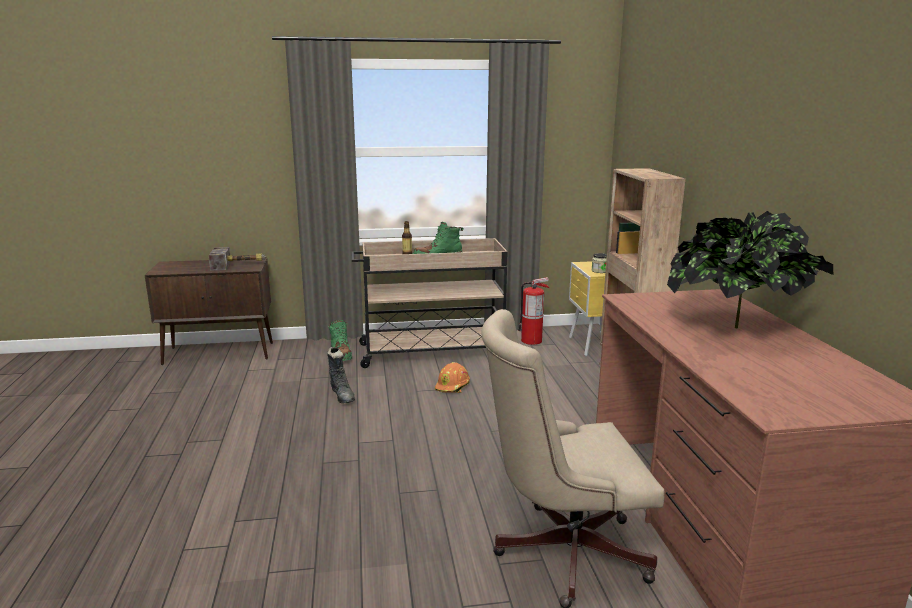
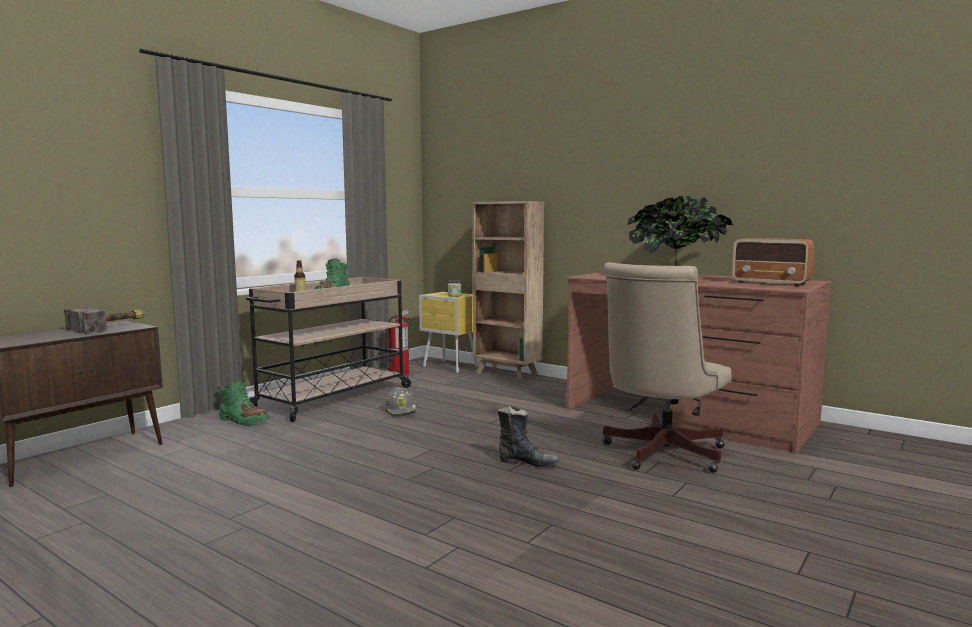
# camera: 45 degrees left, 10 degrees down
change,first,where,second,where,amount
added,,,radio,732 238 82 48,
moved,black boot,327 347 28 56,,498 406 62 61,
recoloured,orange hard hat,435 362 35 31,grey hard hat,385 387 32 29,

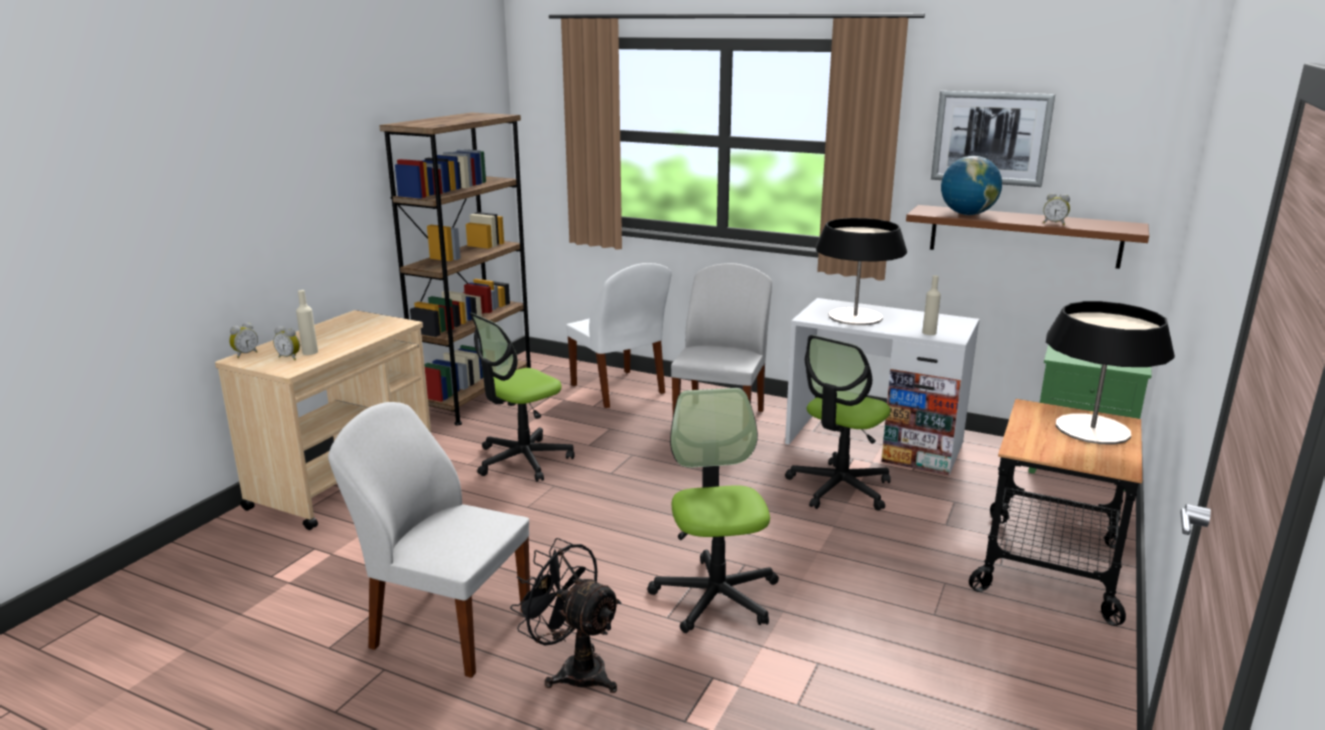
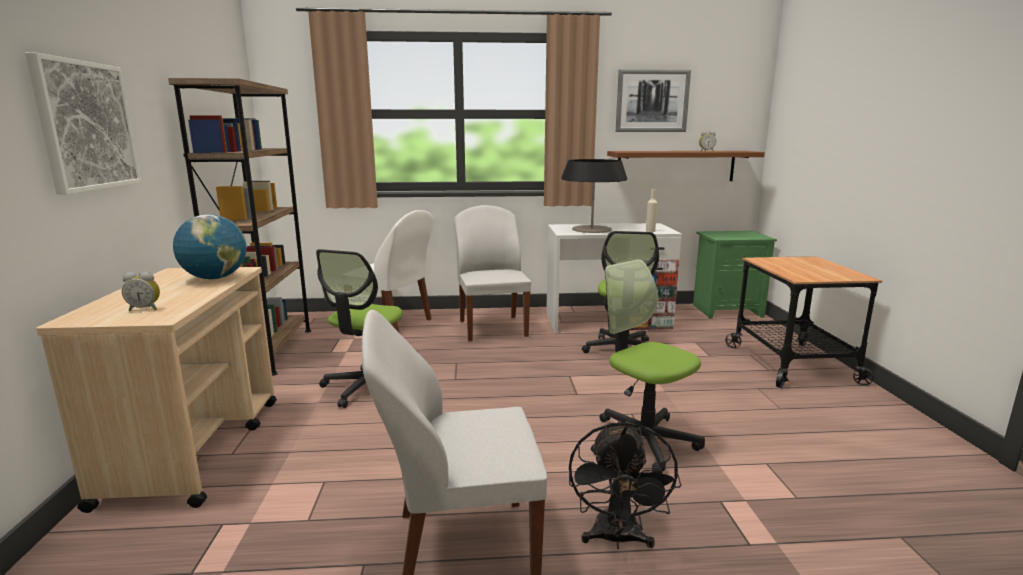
# camera: 30 degrees left, 5 degrees down
change,first,where,second,where,amount
removed,alarm clock,229 322 29 36,,,
removed,beige bottle,296 290 22 65,,,
removed,table lamp,1046 301 129 143,,,
added,,,picture,25 52 116 143,
moved,globe,941 156 61 59,,173 214 73 66,
turned,black fan,510 538 112 155,,569 421 113 128,90 degrees counterclockwise

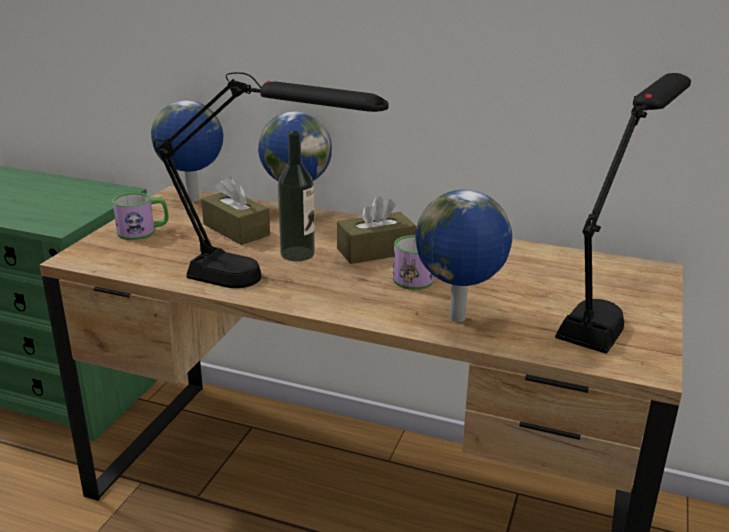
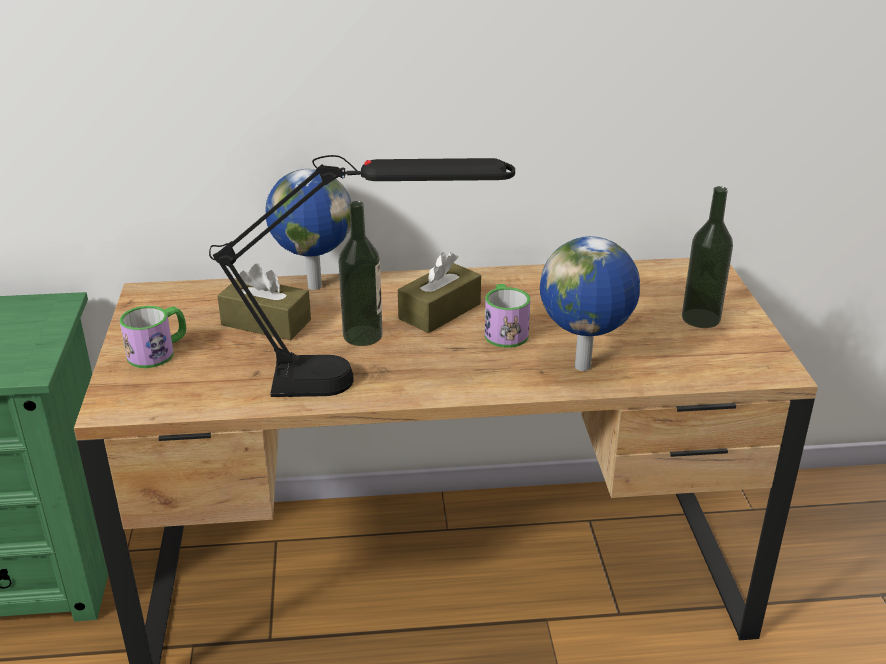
# camera: 25 degrees left, 5 degrees up
change,first,where,second,where,amount
removed,globe,151 100 72 102,,,
replaced,black table lamp,555 73 136 281,bottle,682 186 51 142,

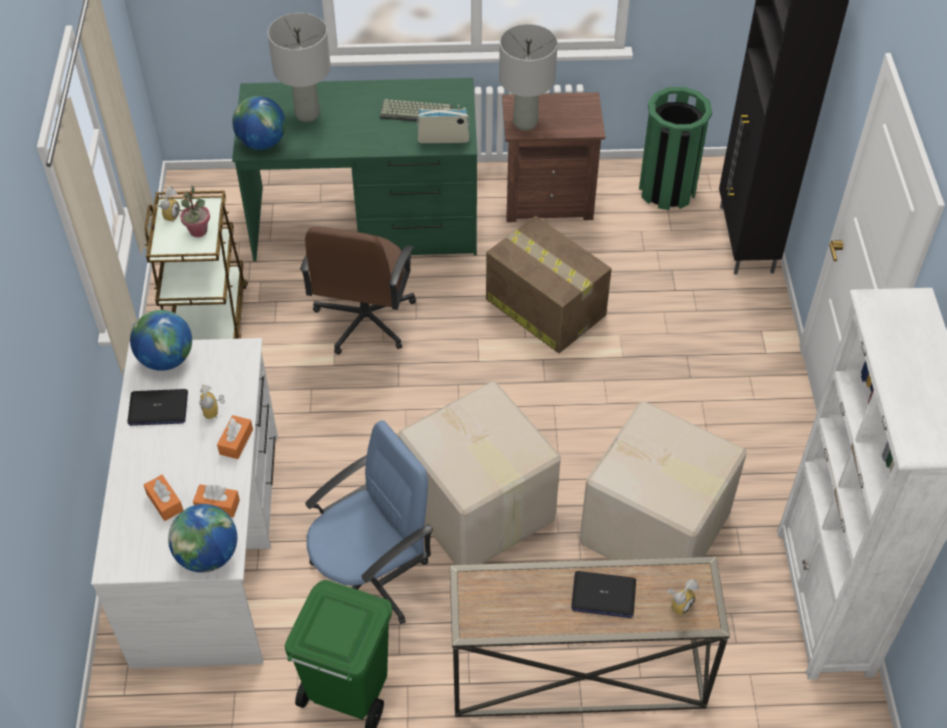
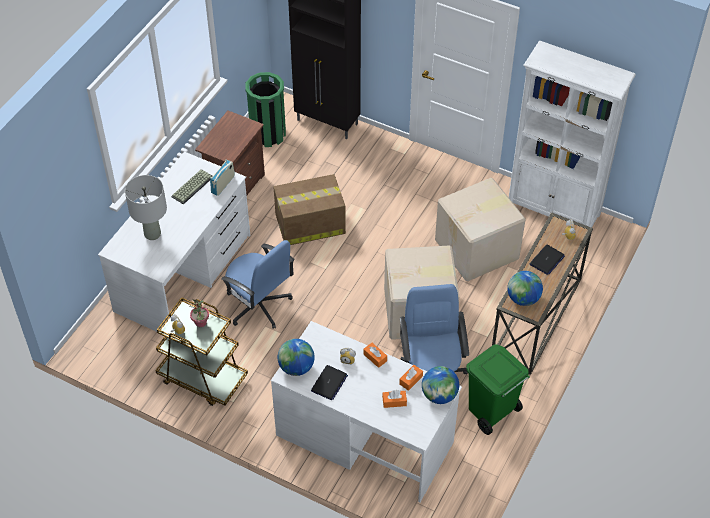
# camera: 60 degrees left, 0 degrees up
change,first,where,second,where,amount
removed,grey table lamp,499 24 59 107,,,
moved,globe,232 96 54 54,,507 271 36 35,
recoloured,green desk,232 78 245 183,white desk,98 152 152 180,
recoloured,brown office chair,300 227 116 128,blue office chair,221 240 74 89,

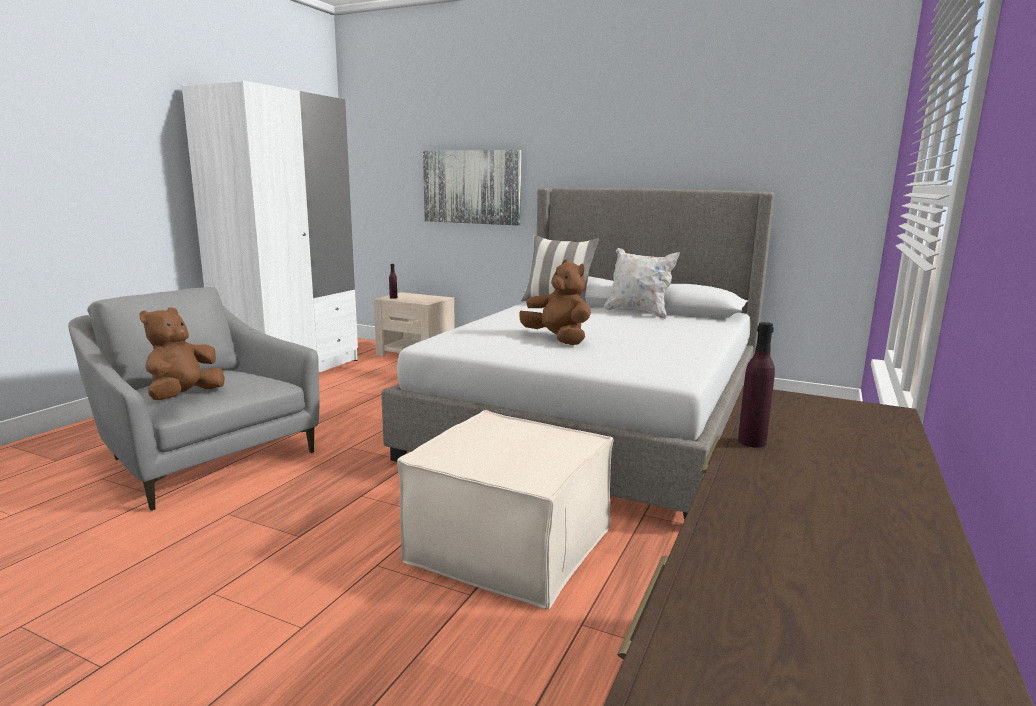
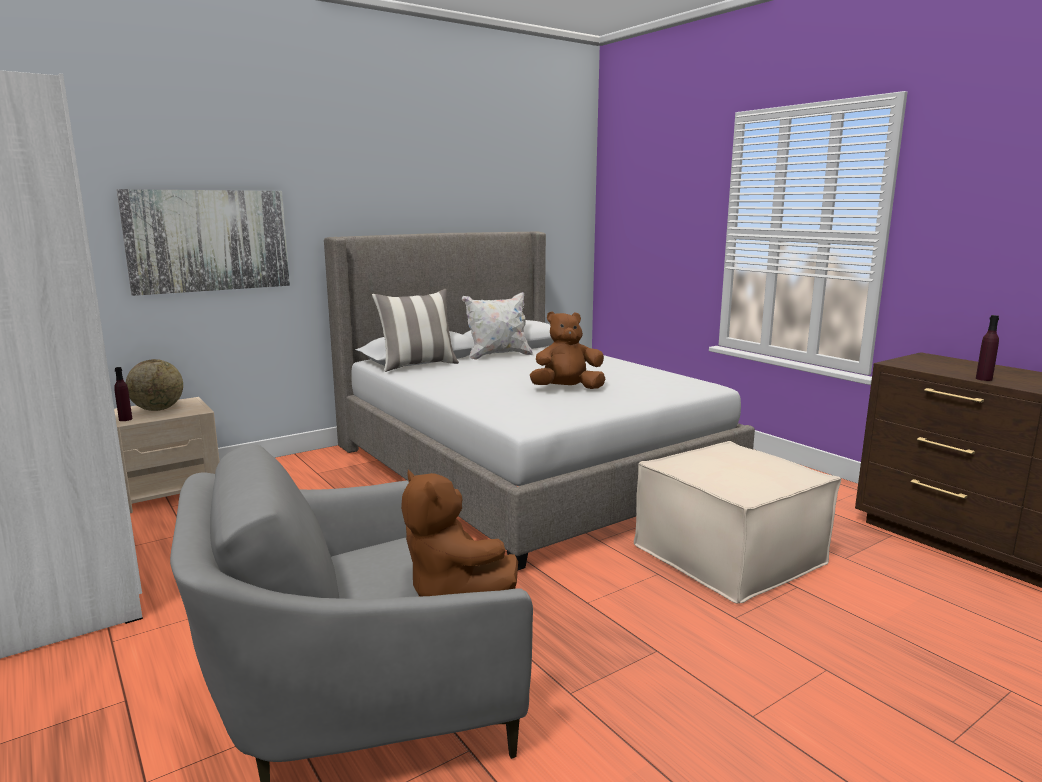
# camera: 60 degrees left, 0 degrees up
change,first,where,second,where,amount
added,,,globe,126 359 57 52,

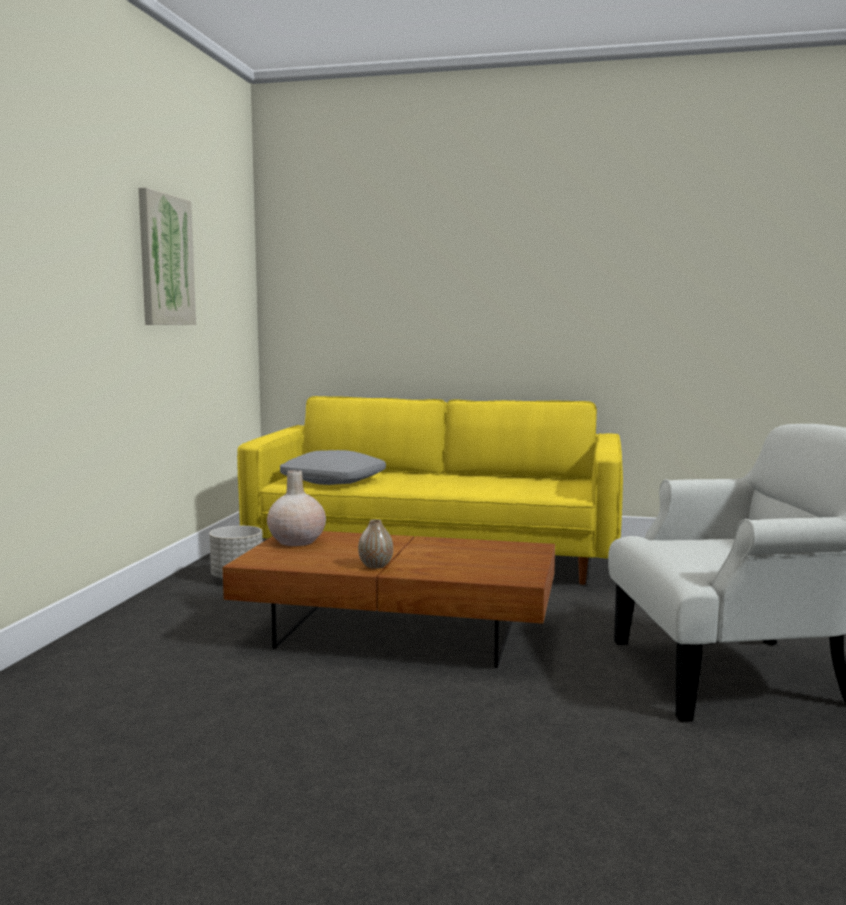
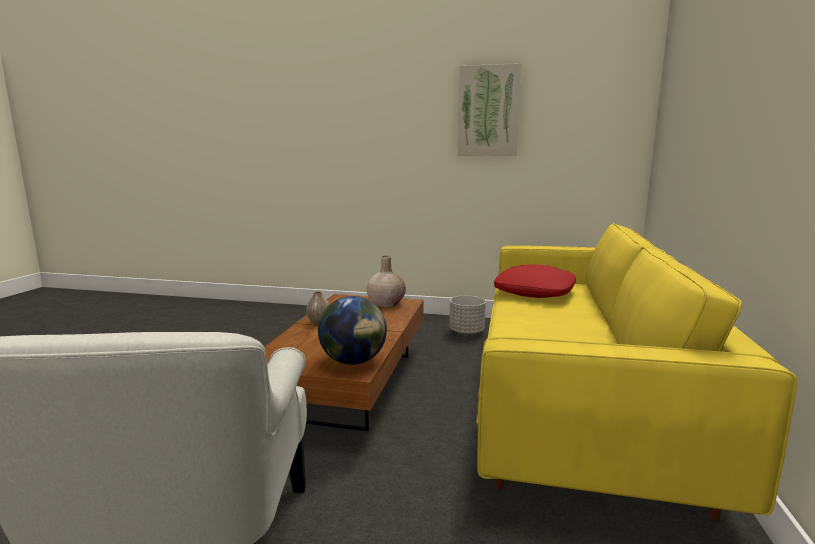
# camera: 90 degrees right, 5 degrees up
change,first,where,second,where,amount
added,,,globe,318 296 69 69,
recoloured,grey pillow,280 450 106 35,red pillow,494 264 82 34,

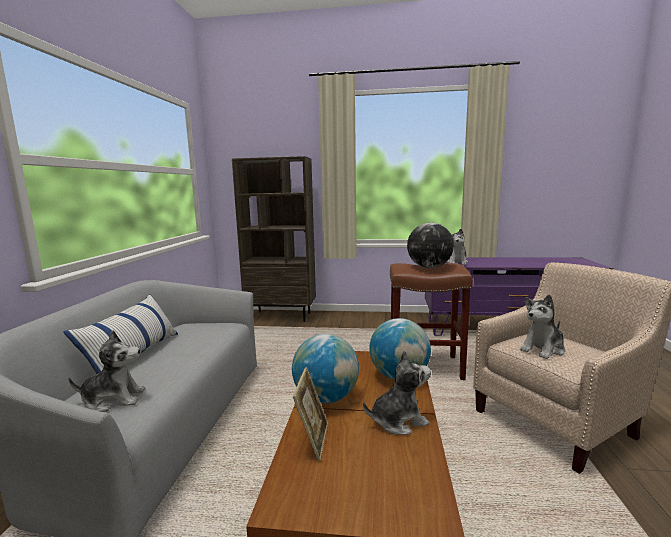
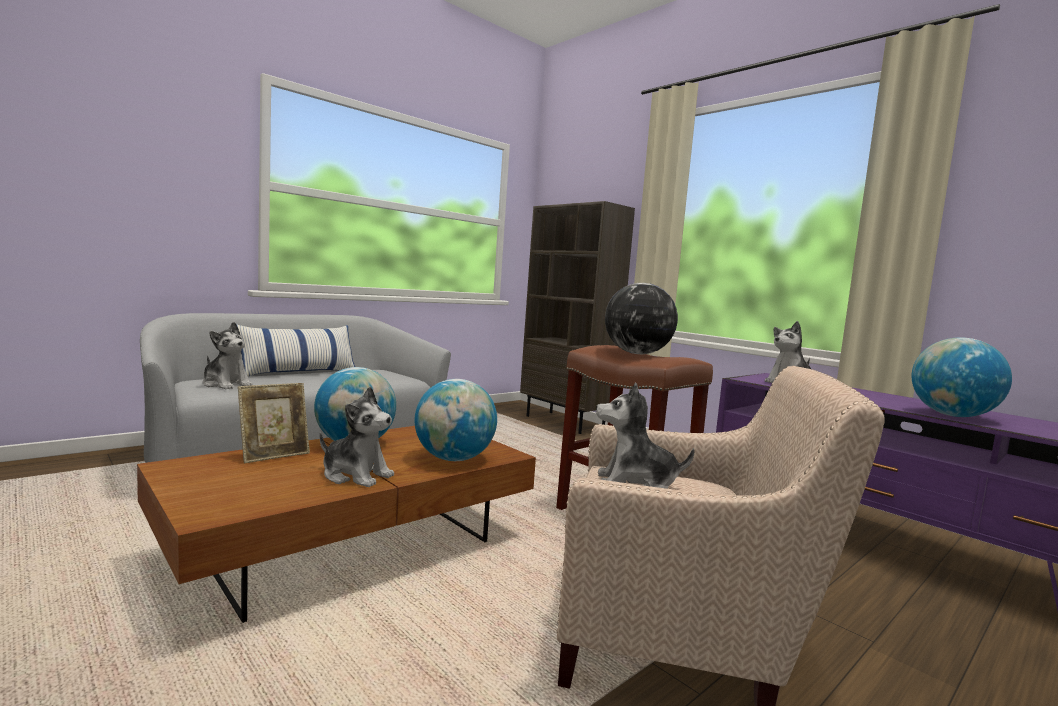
# camera: 40 degrees right, 5 degrees down
change,first,where,second,where,amount
added,,,globe,912 337 100 80,

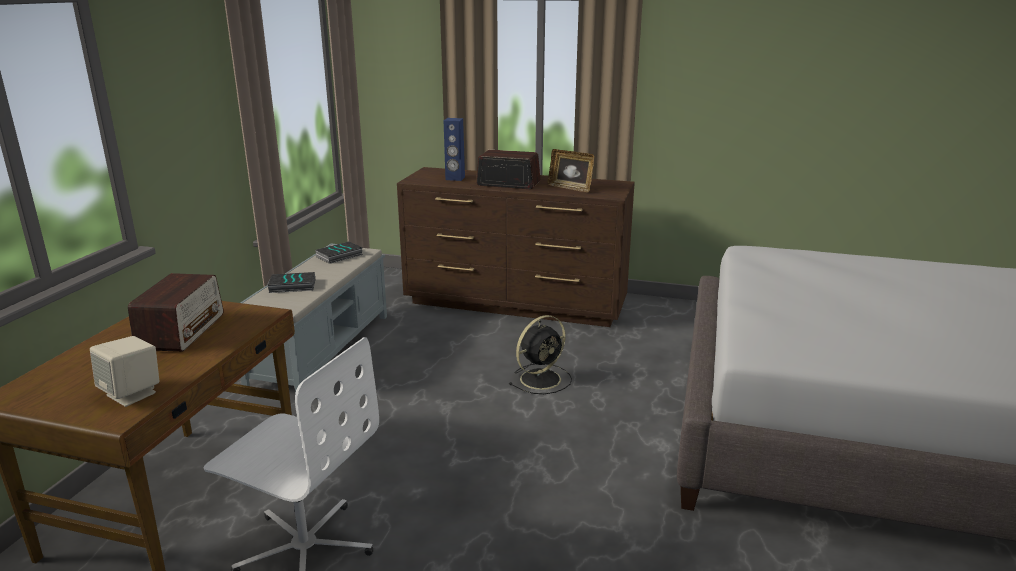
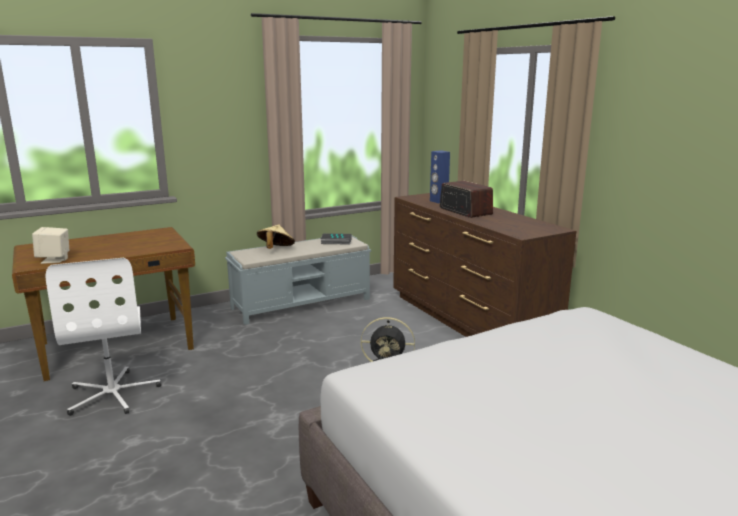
# camera: 45 degrees right, 5 degrees down
change,first,where,second,where,amount
removed,radio,128 273 96 79,,,
removed,picture frame,548 149 46 43,,,
replaced,book,267 272 48 21,beige hat,257 224 38 25,

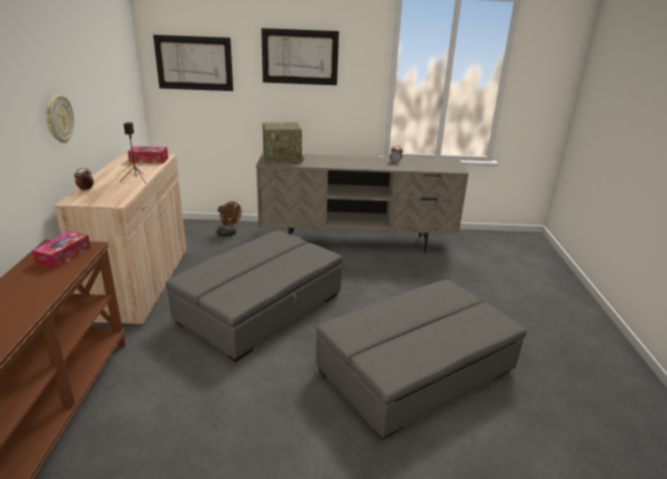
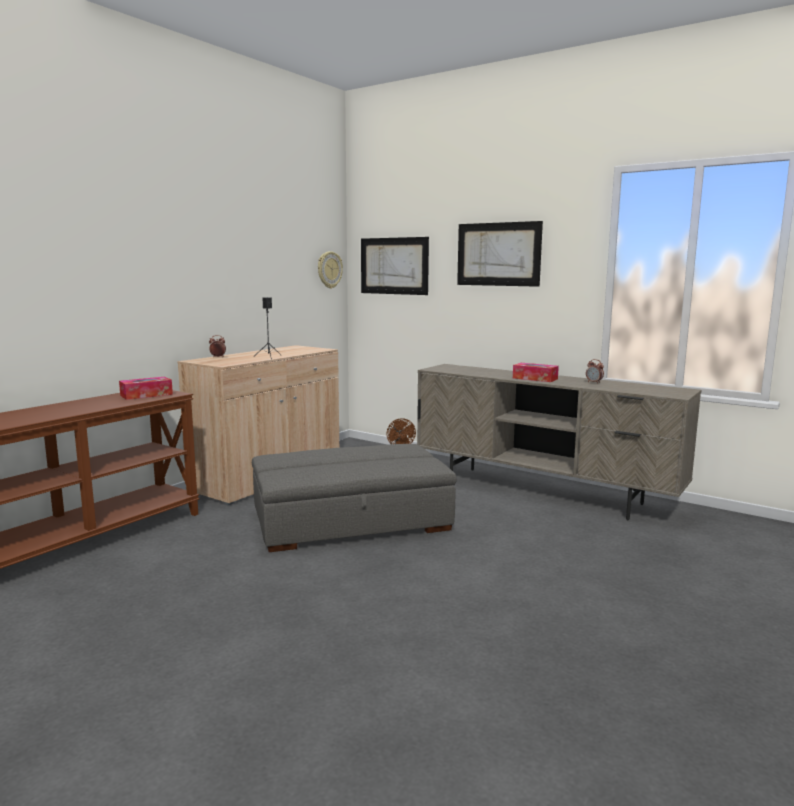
# camera: 35 degrees right, 15 degrees down
change,first,where,second,where,amount
removed,radio,262 122 42 42,,,
removed,grey ottoman,316 280 211 159,,,
moved,wall clock,45 95 29 48,,318 251 25 38,
moved,tissue box,128 146 40 18,,513 363 46 19,

